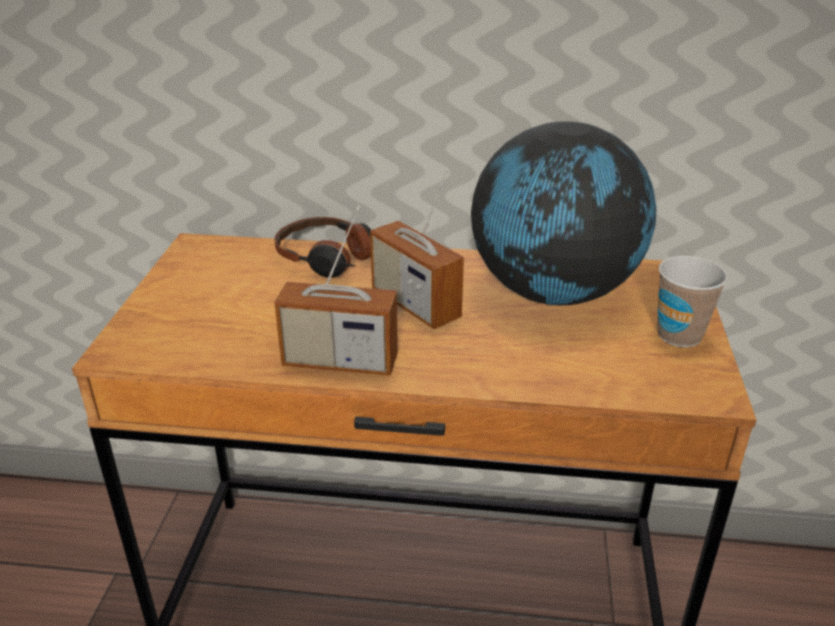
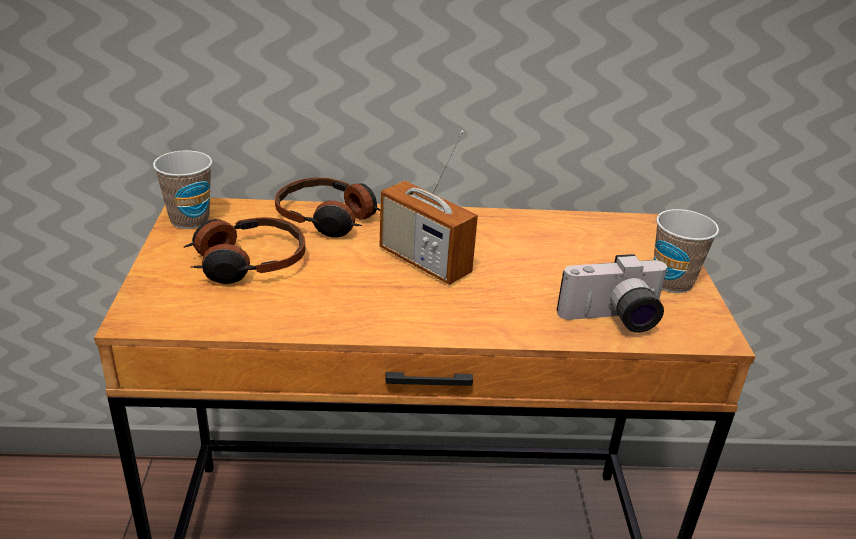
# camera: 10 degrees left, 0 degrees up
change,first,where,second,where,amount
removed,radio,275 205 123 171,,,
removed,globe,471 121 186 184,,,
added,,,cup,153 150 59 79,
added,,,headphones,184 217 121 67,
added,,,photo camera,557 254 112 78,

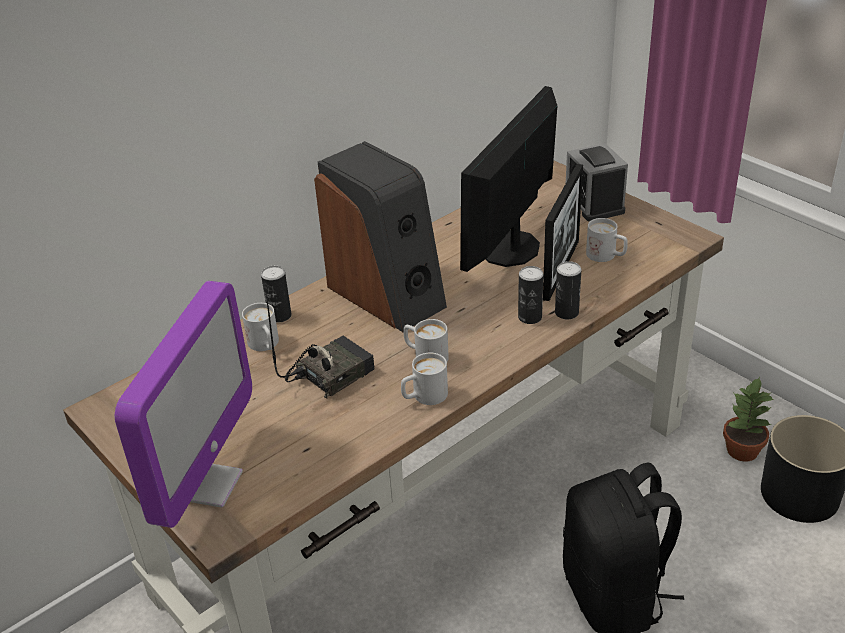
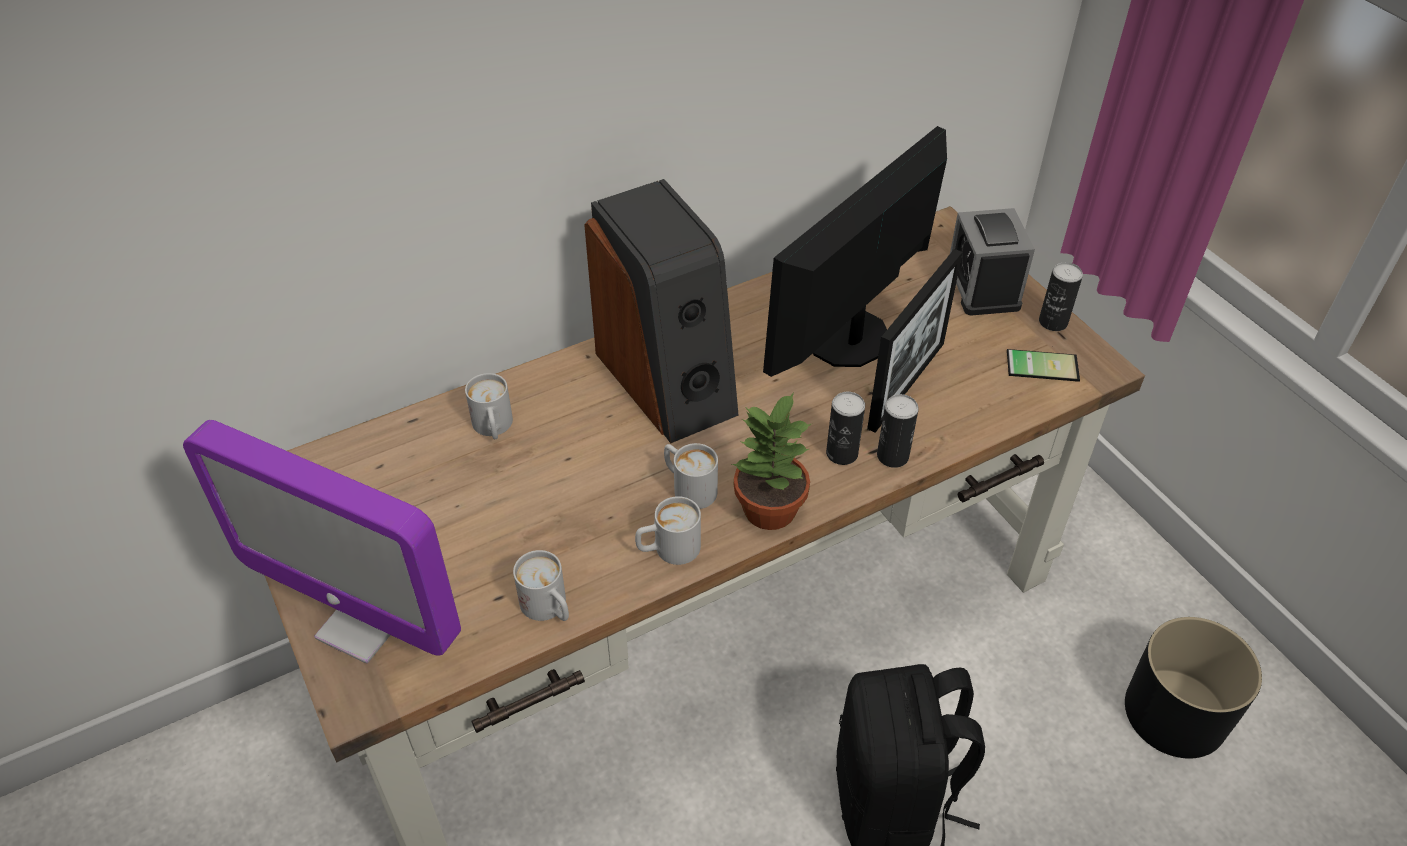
# camera: 10 degrees right, 10 degrees up
change,first,where,second,where,amount
removed,radio,266 298 108 101,,,
added,,,phone,1007 349 73 33,
moved,can,261 266 30 57,,1039 262 44 69,
moved,white mug,586 218 42 44,,513 550 56 71,
moved,potted plant,723 377 51 85,,732 393 81 137,
turned,monitor,115 281 137 247,,183 420 278 243,90 degrees clockwise

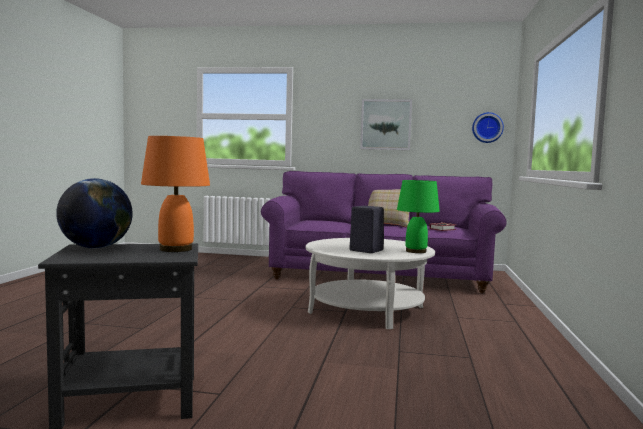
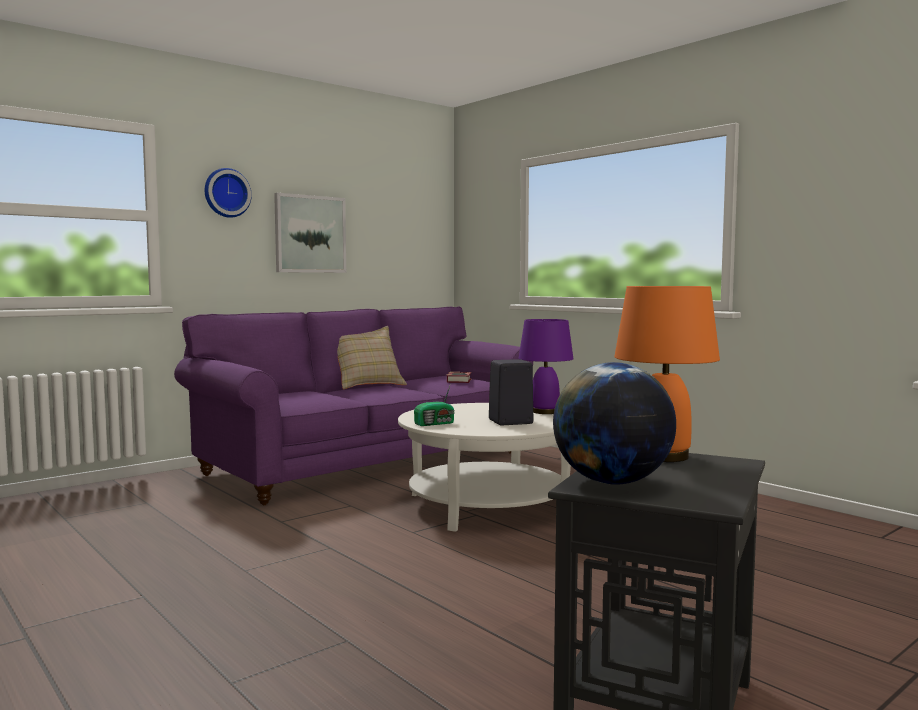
# camera: 50 degrees left, 0 degrees up
change,first,where,second,where,amount
added,,,radio,414 383 41 43,
moved,wall clock,472 112 32 31,,205 168 47 50,
recoloured,green table lamp,397 180 43 73,purple table lamp,518 319 55 95,

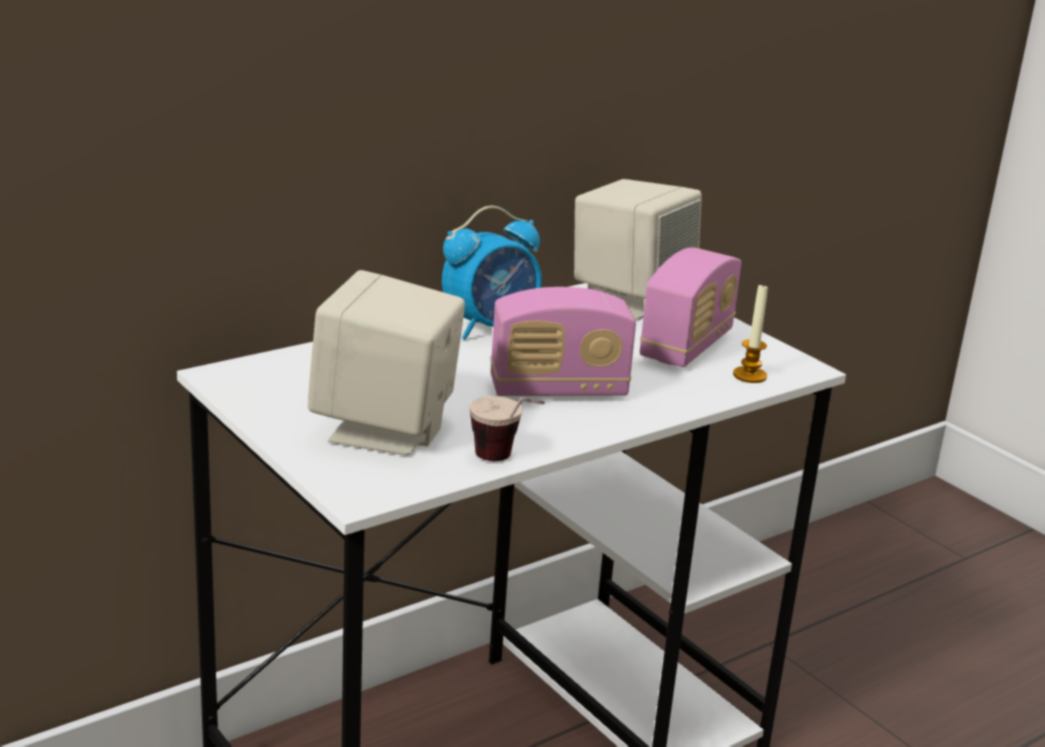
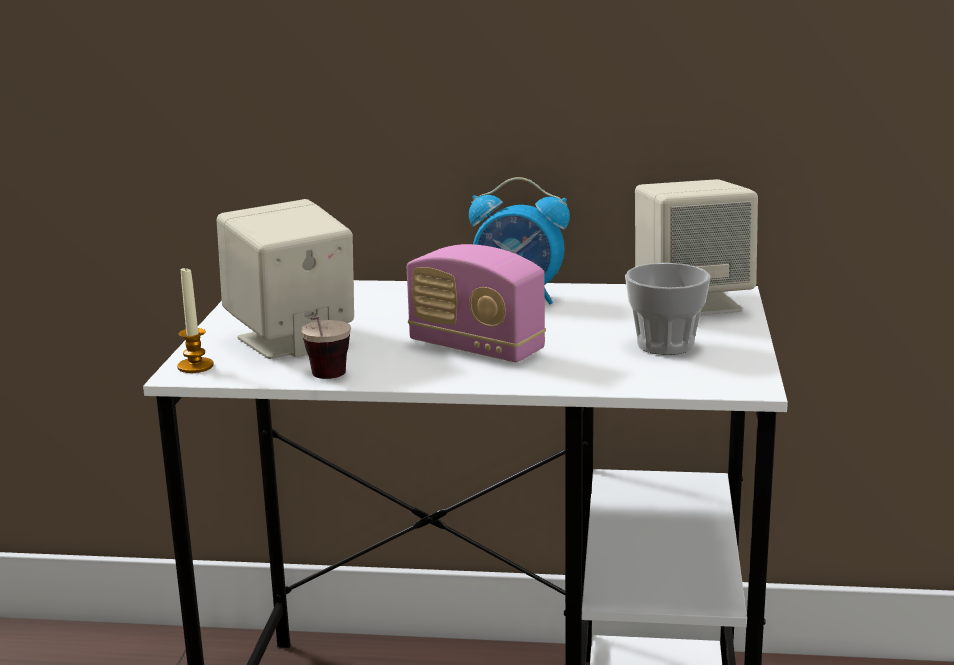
# camera: 45 degrees right, 5 degrees down
change,first,where,second,where,amount
moved,candle,733 283 35 100,,177 266 37 107,
replaced,radio,640 247 102 120,cup,625 263 86 92,

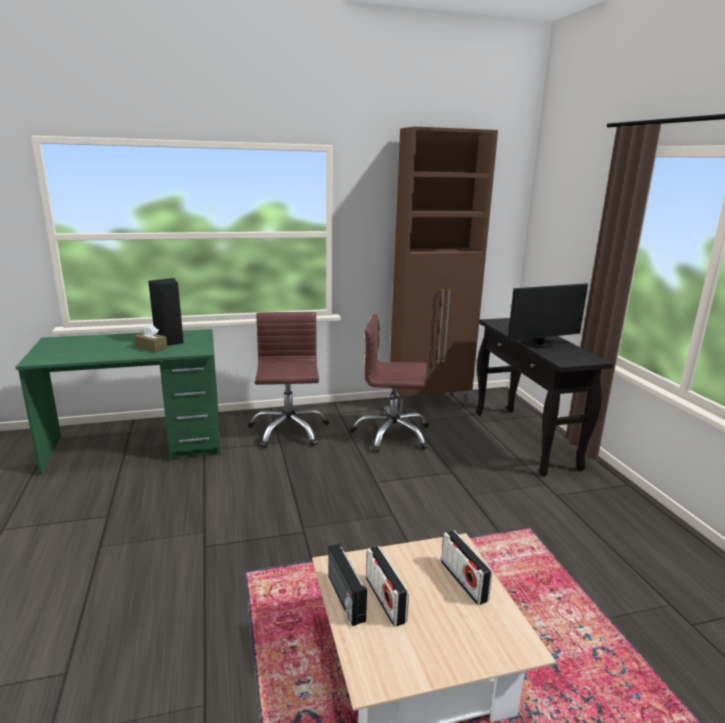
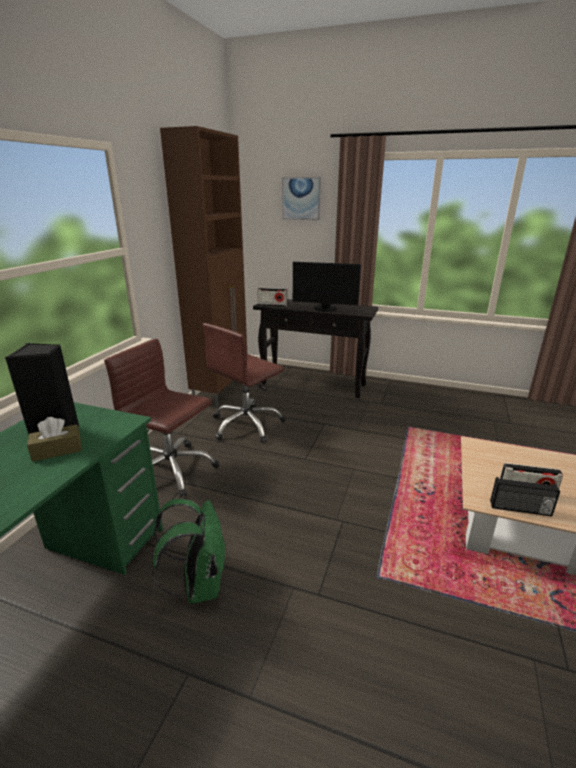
# camera: 55 degrees left, 5 degrees up
change,first,where,second,where,amount
added,,,green backpack,152 499 74 105,
added,,,picture,282 177 39 43,
moved,radio,441 530 51 75,,257 288 30 19,
turned,monitor,507 283 81 65,,293 262 68 49,90 degrees clockwise

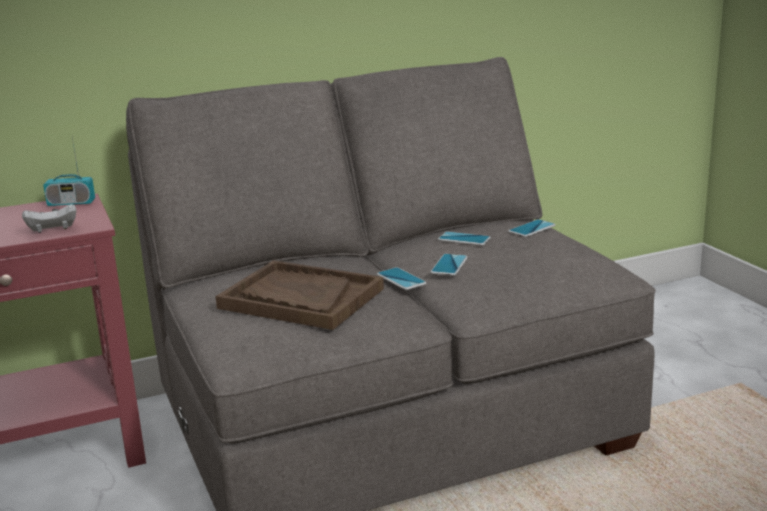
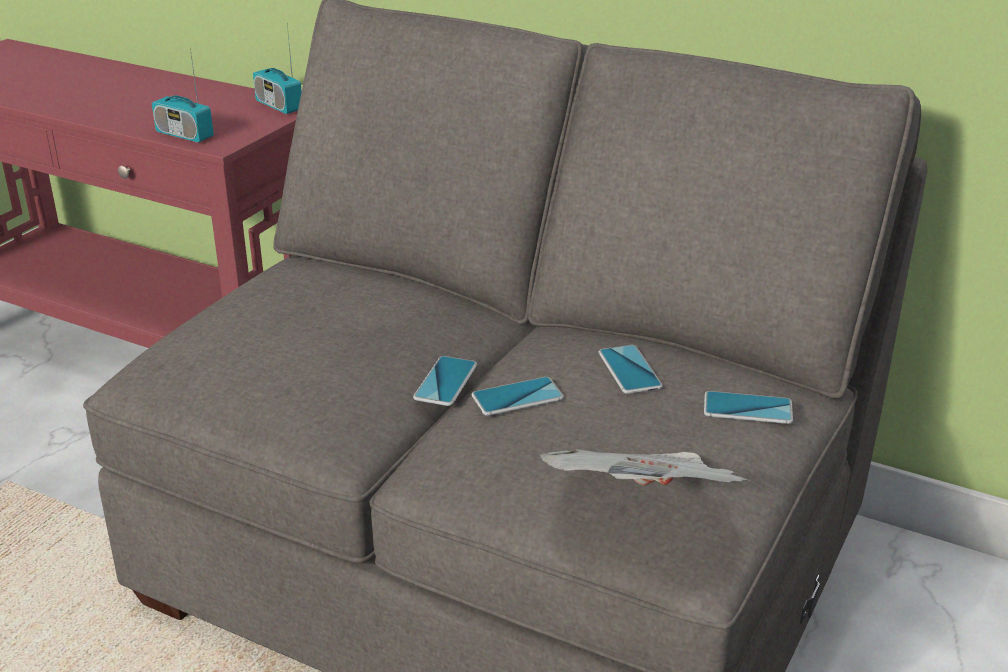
# camera: 50 degrees right, 10 degrees up
change,first,where,second,where,amount
removed,brown tray,215 260 169 70,,,
added,,,newspaper,540 449 209 37,
replaced,white game controller,22 204 54 29,radio,152 48 62 94,

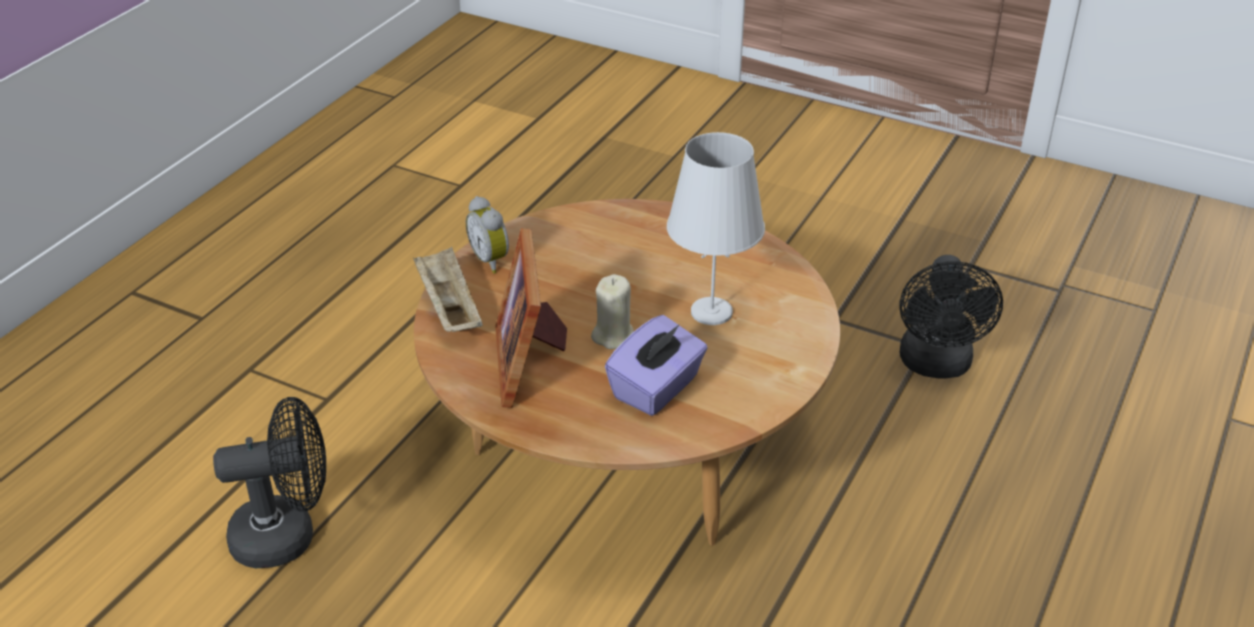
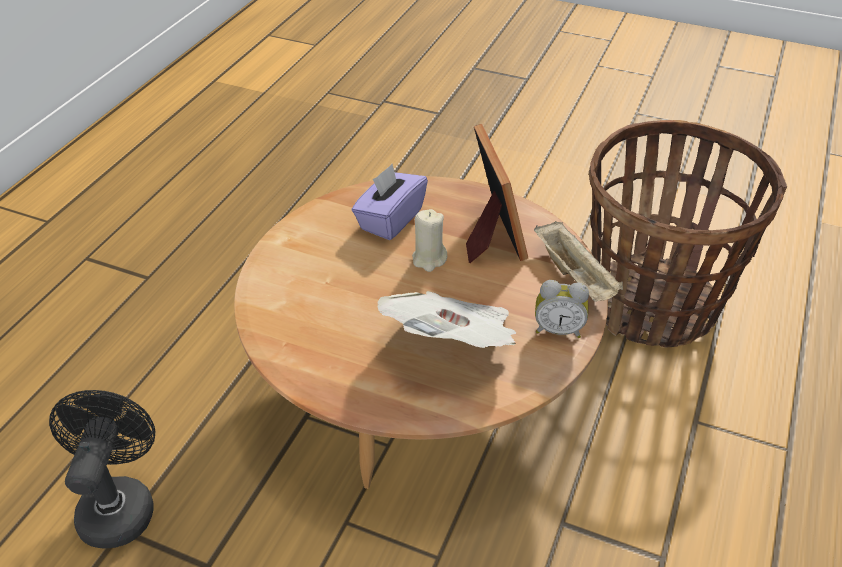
# camera: 175 degrees right, 5 degrees up
change,first,where,second,where,amount
removed,white table lamp,667 132 98 193,,,
added,,,newspaper,377 291 140 57,
replaced,black fan,213 397 113 171,basket,589 120 198 228,
turned,alarm clock,466 196 43 78,,535 280 54 58,135 degrees clockwise

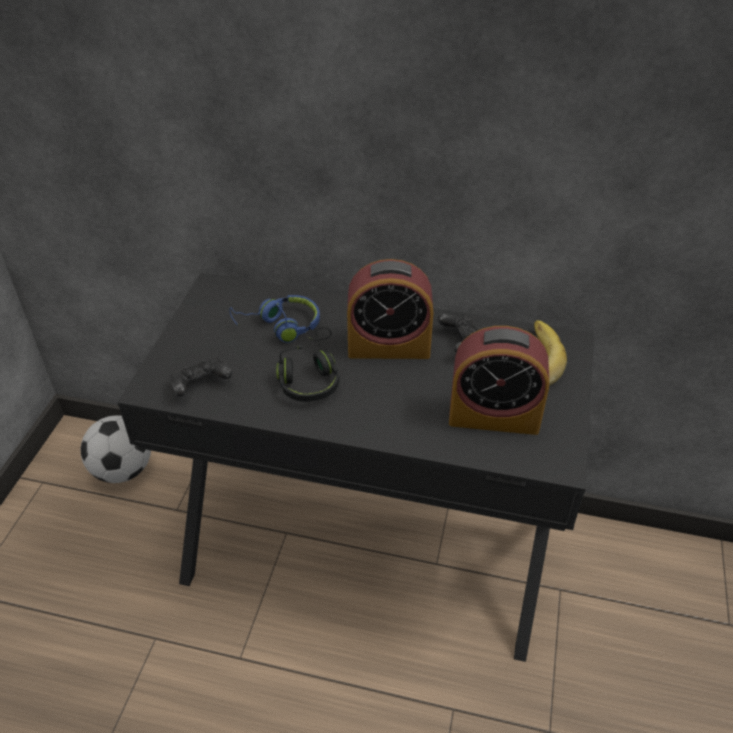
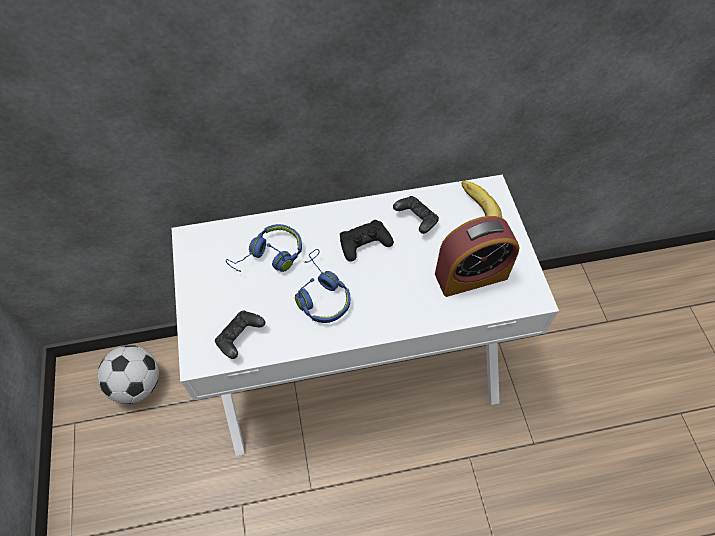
# camera: 25 degrees left, 15 degrees up
change,first,where,second,where,amount
replaced,alarm clock,347 259 86 100,black game controller,340 220 54 42,
recoloured,black desk,117 273 477 389,white desk,171 175 388 281,
recoloured,black headphones,276 327 64 75,blue headphones,295 249 55 74,

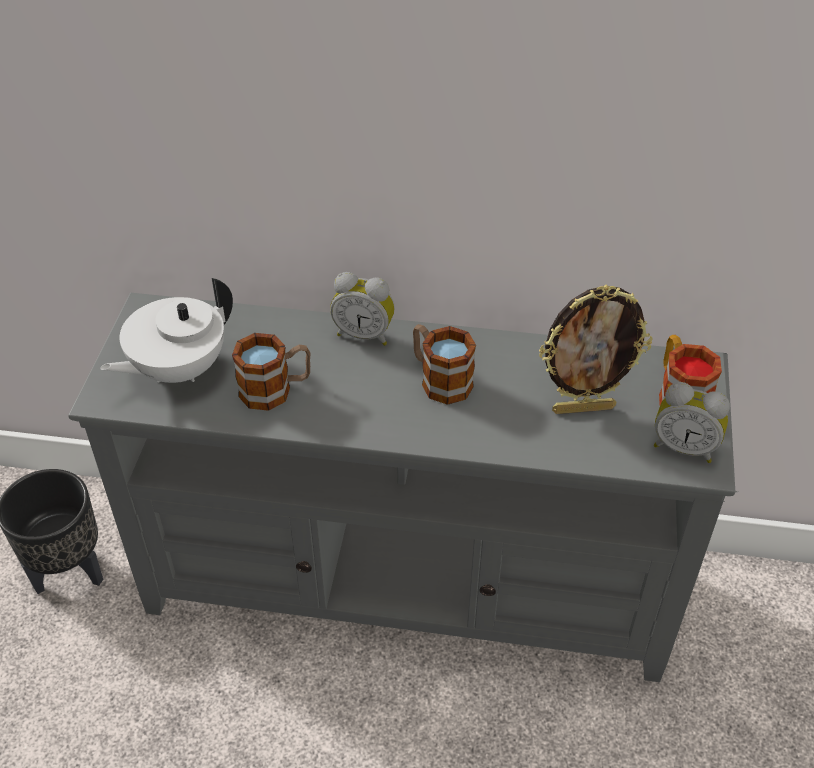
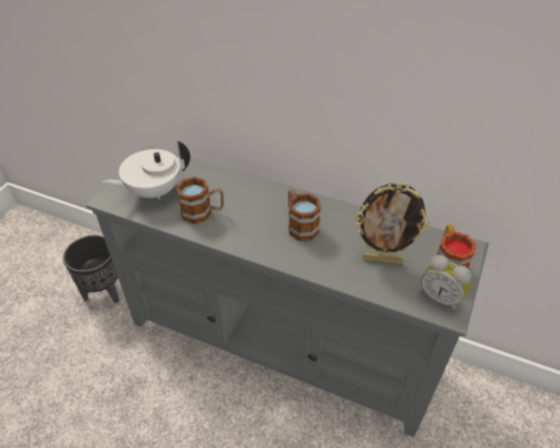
# camera: 15 degrees right, 0 degrees up
change,first,where,second,where,amount
removed,alarm clock,330 272 65 74,,,

